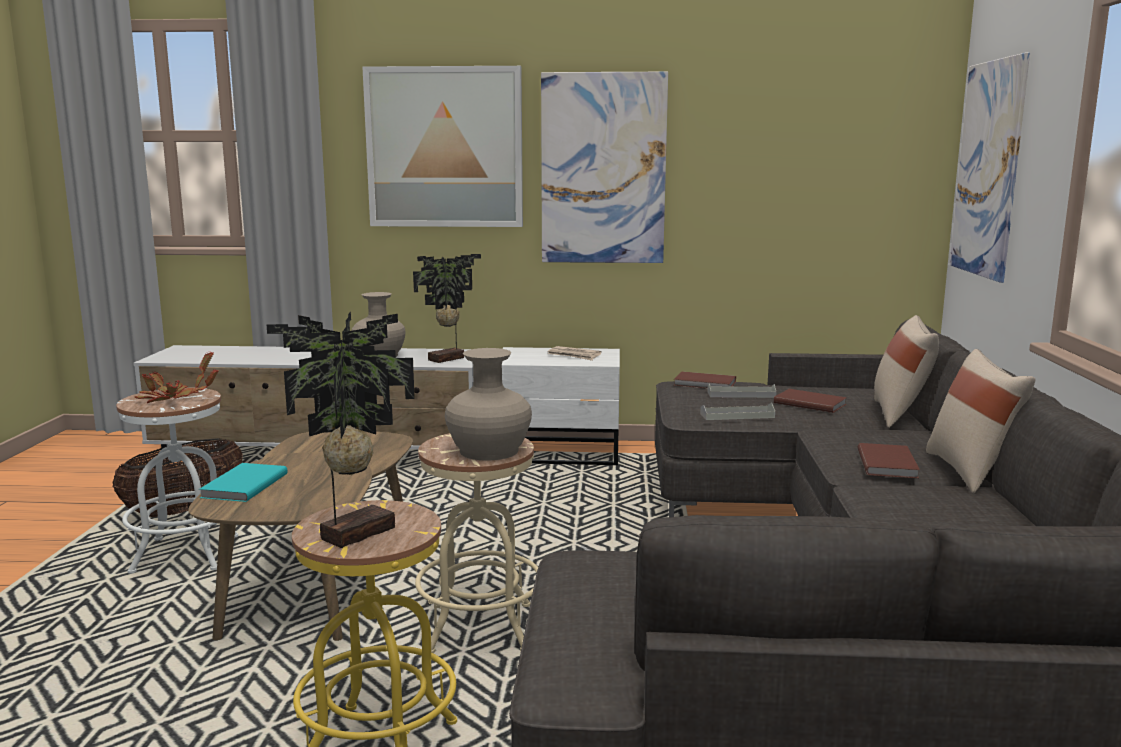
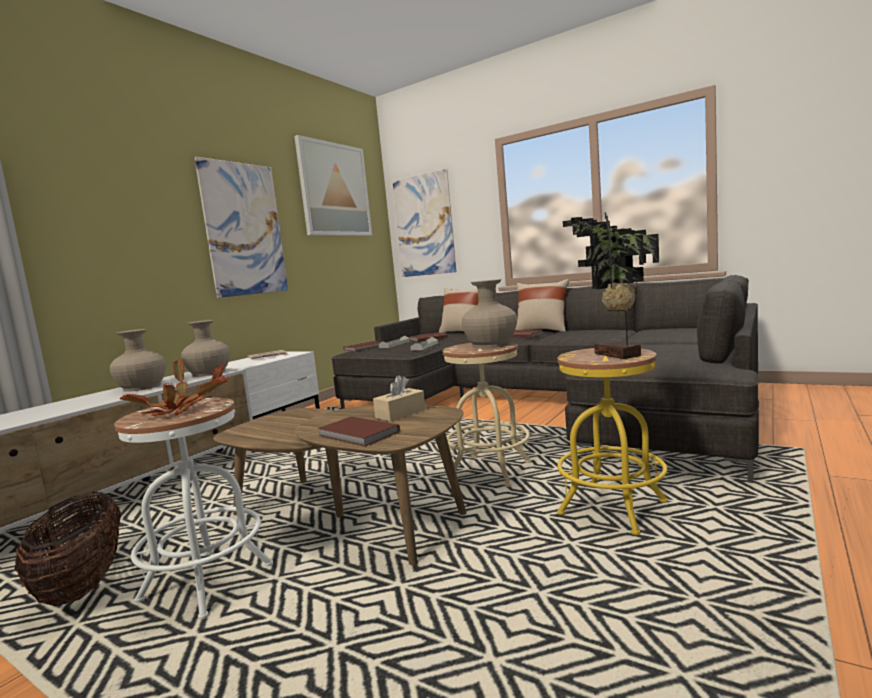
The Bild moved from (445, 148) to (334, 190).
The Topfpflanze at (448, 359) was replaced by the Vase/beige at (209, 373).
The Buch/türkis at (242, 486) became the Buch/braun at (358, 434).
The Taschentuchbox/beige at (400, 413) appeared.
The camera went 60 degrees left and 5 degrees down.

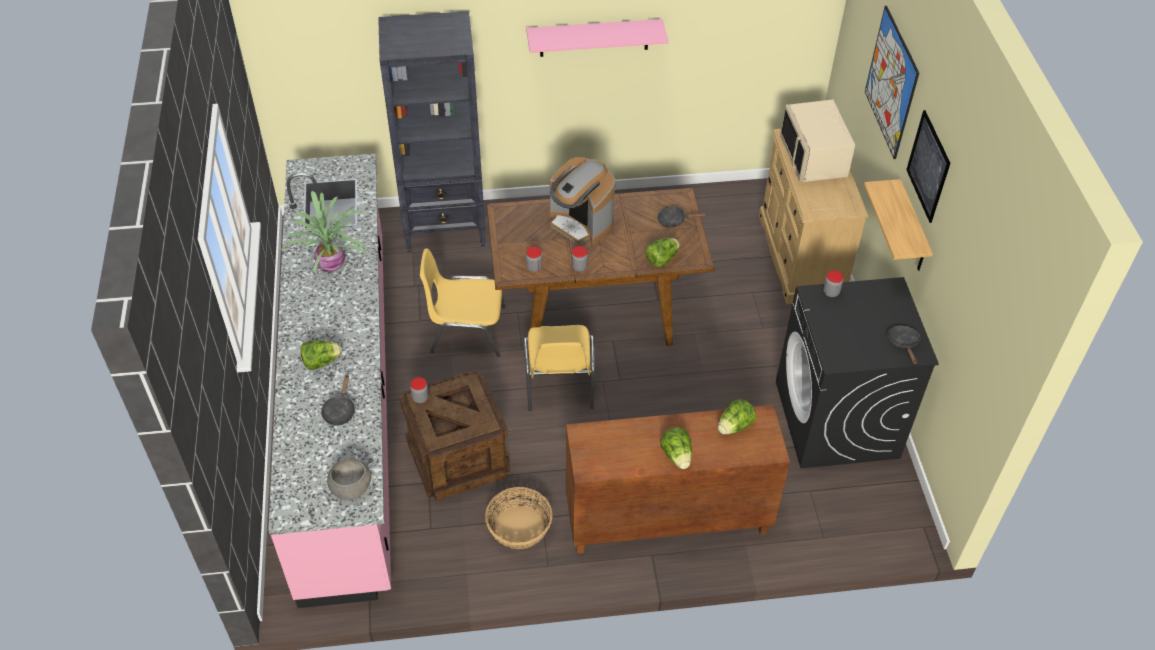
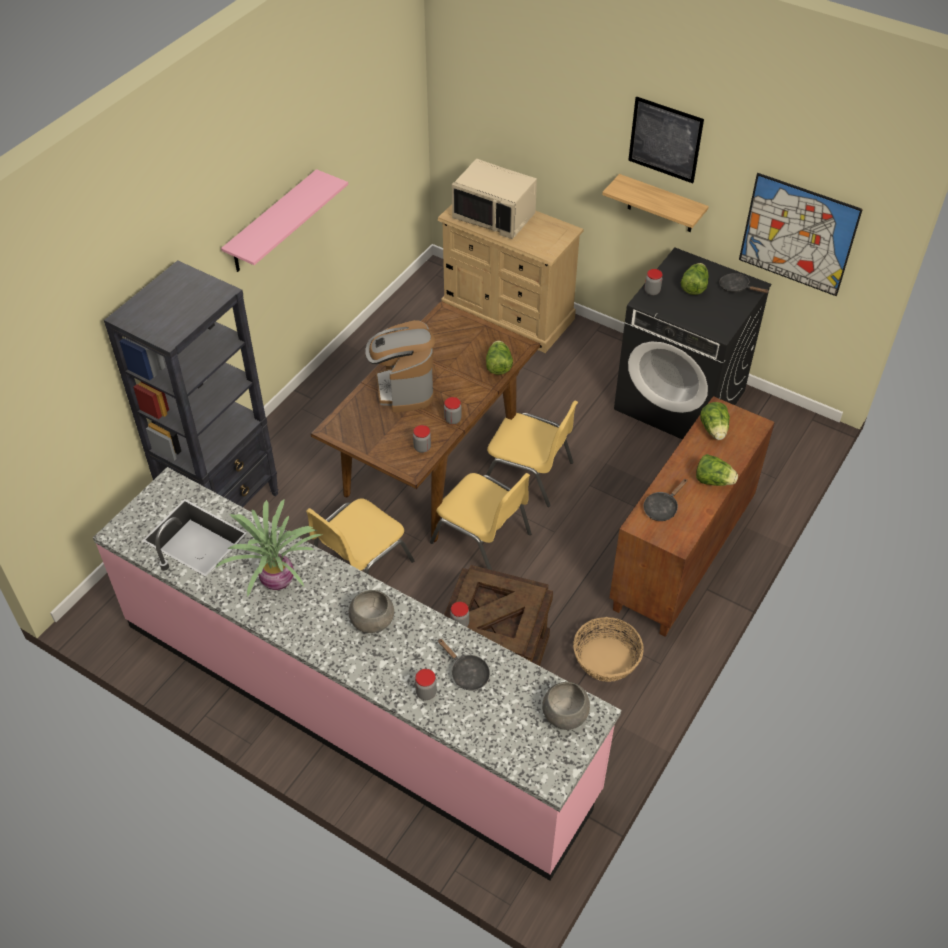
The Bild moved from (891, 82) to (798, 235).
The Kaffeemaschine at (580, 223) turned 90 degrees clockwise.
The Pfanne/schwarz moved from (674, 220) to (662, 508).
The Salatkopf moved from (321, 362) to (694, 287).
The Stuhl/gelb at (529, 474) appeared.
The Schüssel/grau at (373, 620) appeared.
The Vorratsglas at (426, 693) appeared.
The camera went 50 degrees left and 0 degrees up.

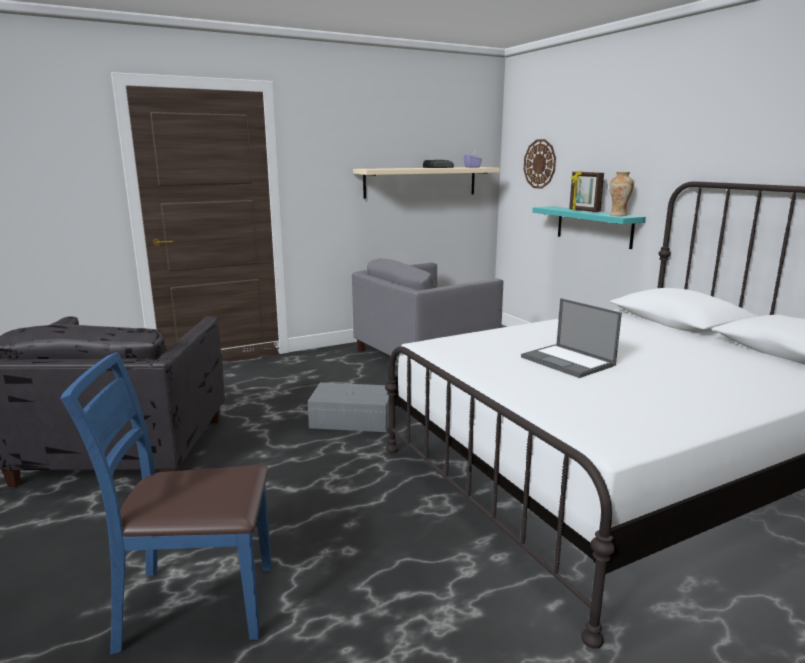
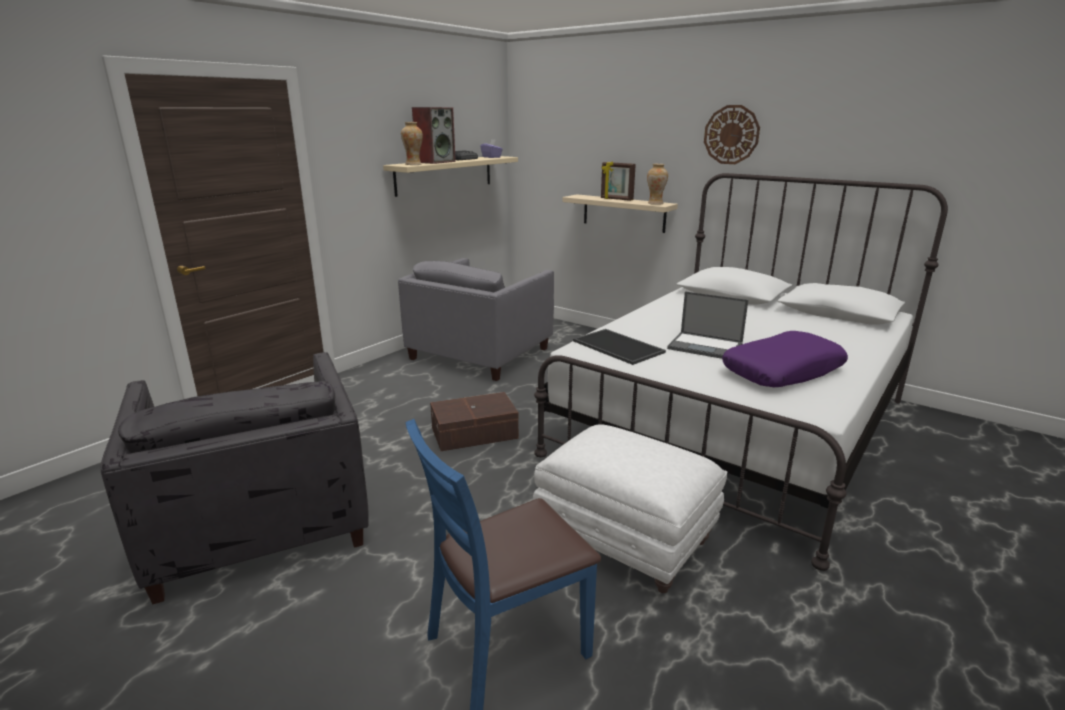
The Wanduhr moved from (540, 164) to (731, 135).
The Wandregal/türkis at (594, 226) became the Wandregal/beige at (623, 213).
The Aufbewahrungsbox/grau at (352, 420) became the Aufbewahrungsbox/braun at (475, 433).
The Lautsprecher at (435, 162) appeared.
The Vase at (413, 164) appeared.
The Tablett at (619, 346) appeared.
The Kissen/lila at (782, 371) appeared.
The Polsterhocker/weiß at (626, 540) appeared.
The camera went 25 degrees left and 5 degrees up.

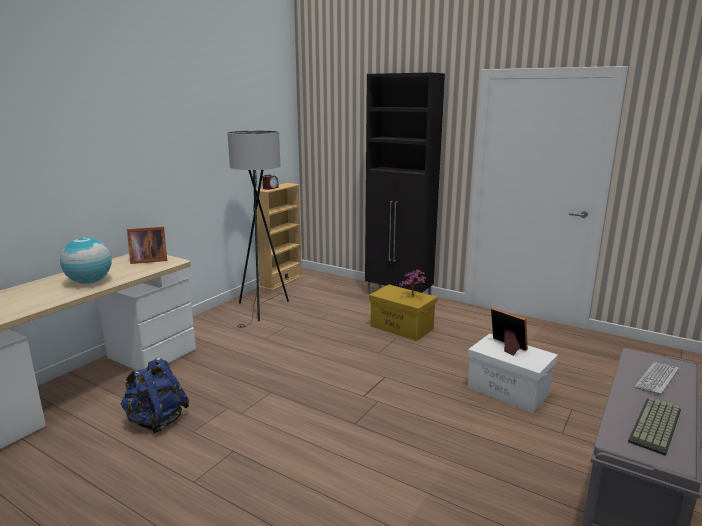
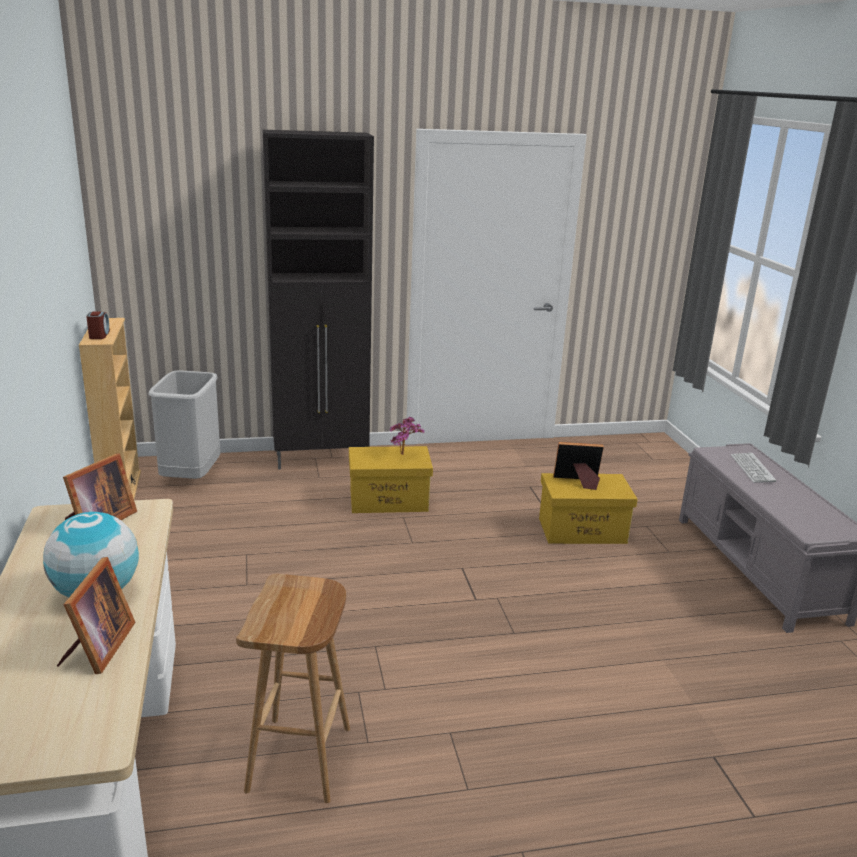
The Stehlampe/grau at (262, 310) disappeared.
The Aufbewahrungsbox/weiß at (509, 390) became the Aufbewahrungsbox/gelb at (583, 530).
The Rucksack/blau at (156, 421) was replaced by the Hocker/braun at (300, 760).
The Tastatur at (657, 426) disappeared.
The Mülleimer/grau at (190, 477) appeared.
The Bilderrahmen at (97, 649) appeared.
The camera went 45 degrees left and 5 degrees up.

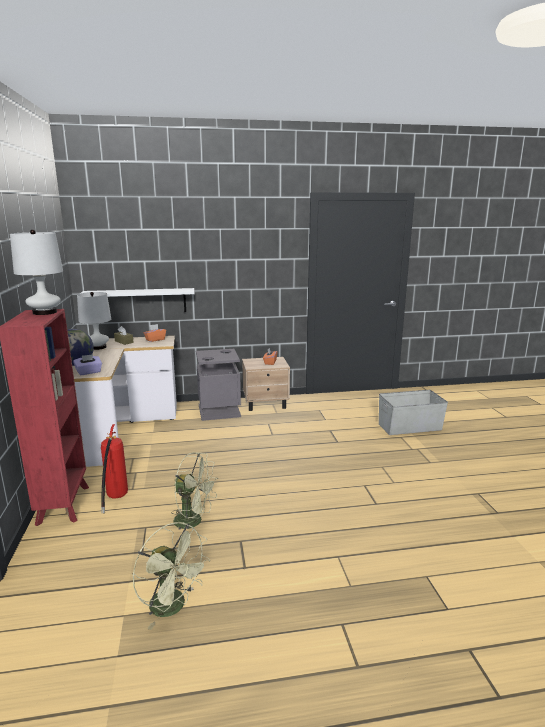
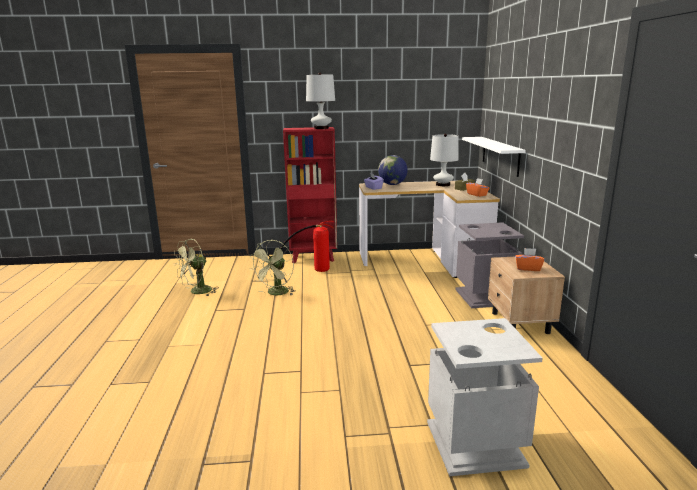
The Aufbewahrungsbox/grau at (410, 427) was replaced by the Mülleimer/grau at (474, 444).
The camera went 95 degrees right and 0 degrees up.

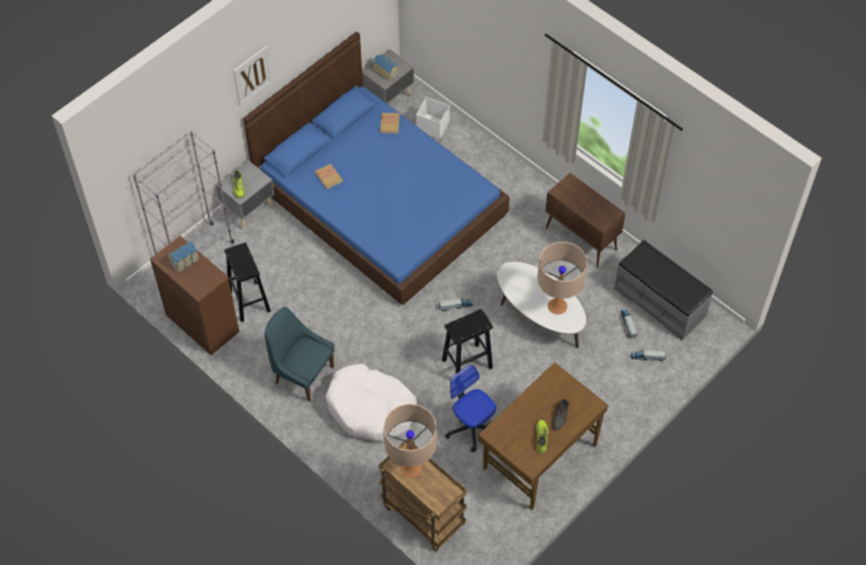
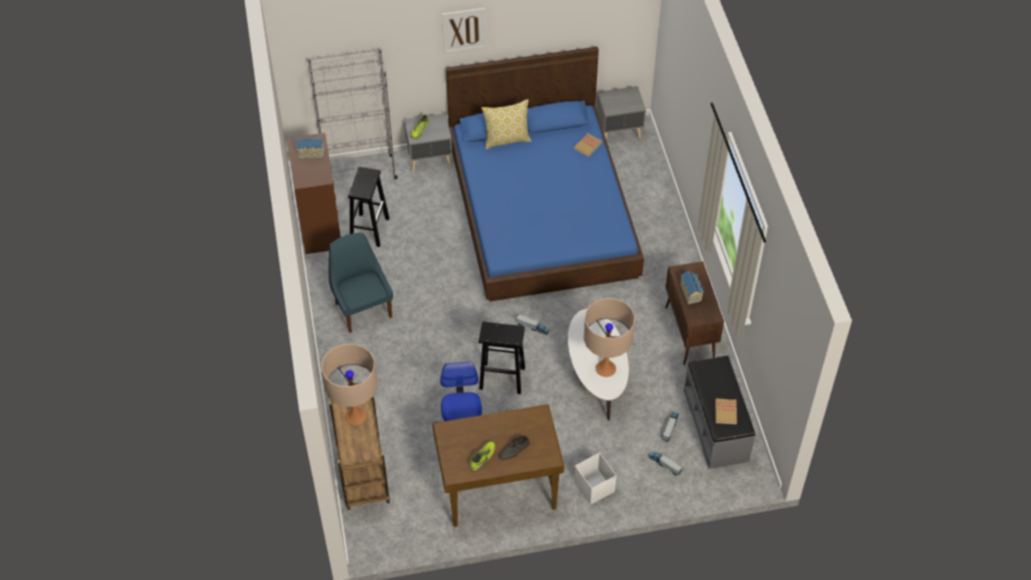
The Spielzeughaus moved from (386, 71) to (691, 292).
The Aufbewahrungsbox/weiß moved from (432, 126) to (594, 486).
The Buch moved from (328, 177) to (725, 412).
The Hundebett/weiß at (371, 408) disappeared.
The Kissen at (506, 139) appeared.
The camera went 35 degrees right and 5 degrees down.

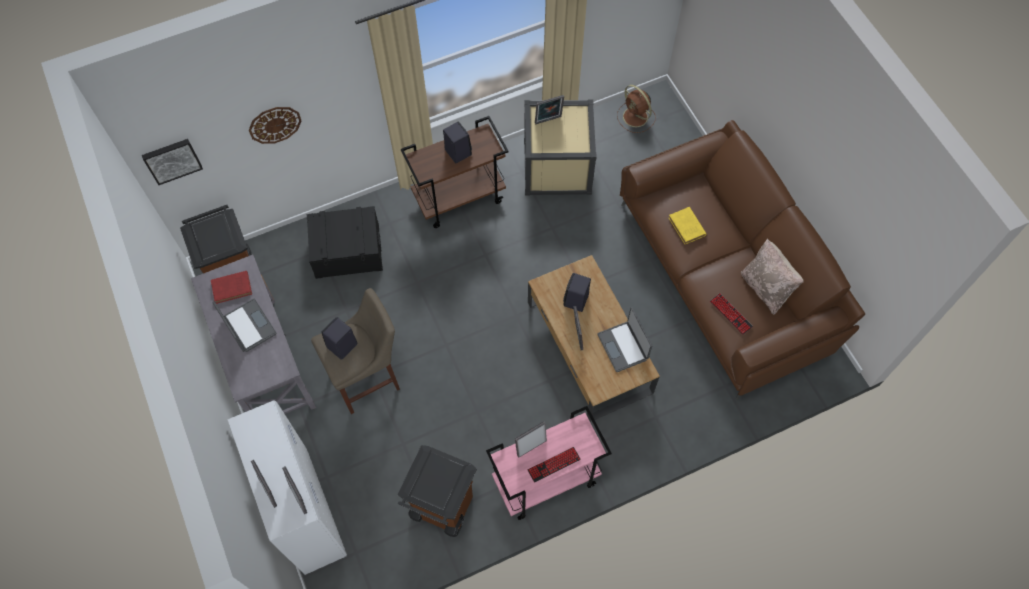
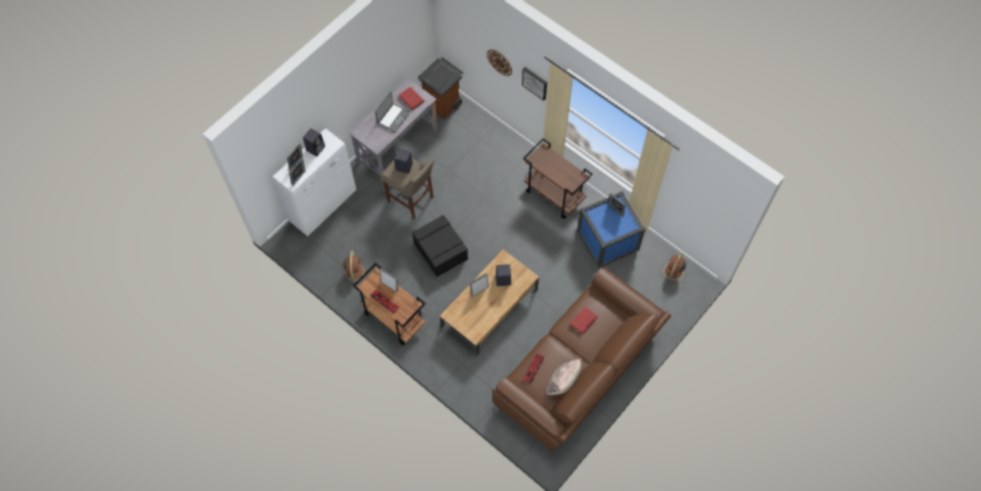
The Aufbewahrungsbox/beige at (557, 166) became the Aufbewahrungsbox/blau at (608, 240).
The Lautsprecher/schwarz moved from (457, 152) to (316, 148).
The Bild moved from (172, 160) to (535, 82).
The Aufbewahrungsbox/schwarz moved from (347, 250) to (440, 251).
The Buch/gelb at (687, 227) became the Buch/rot at (583, 321).
The Laptop at (623, 346) disappeared.
The Rollwagen/rosa at (545, 481) became the Rollwagen/braun at (393, 318).
The Mülleimer/braun at (441, 507) was replaced by the Ventilator/braun at (354, 271).
The camera went 65 degrees right and 0 degrees up.

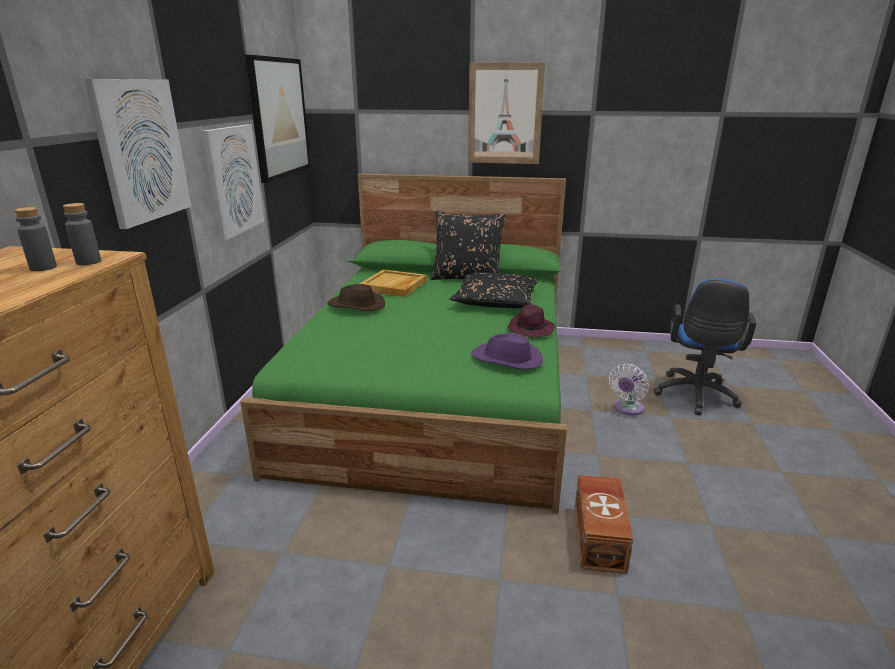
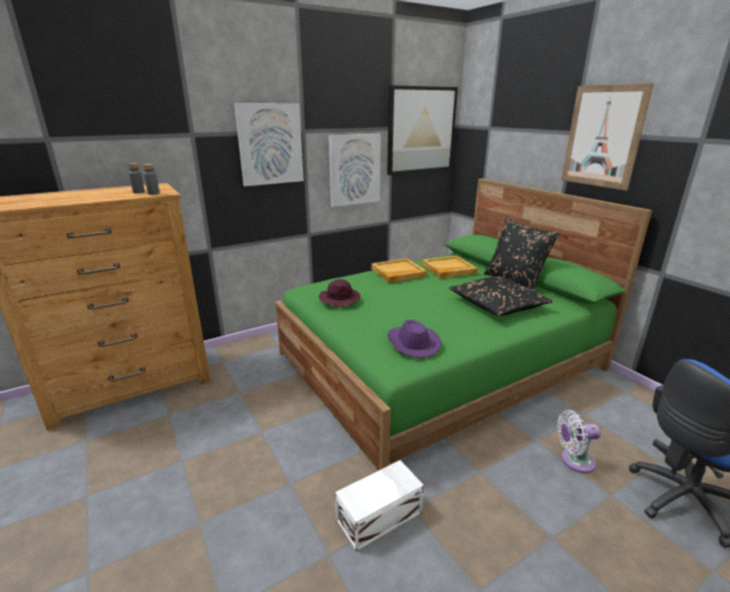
The Hut/braun at (356, 305) was replaced by the Tablett/beige at (398, 272).
The Hut/lila moved from (530, 329) to (340, 299).
The Aufbewahrungsbox/braun at (600, 537) became the Aufbewahrungsbox/weiß at (381, 517).
The camera went 50 degrees right and 0 degrees up.

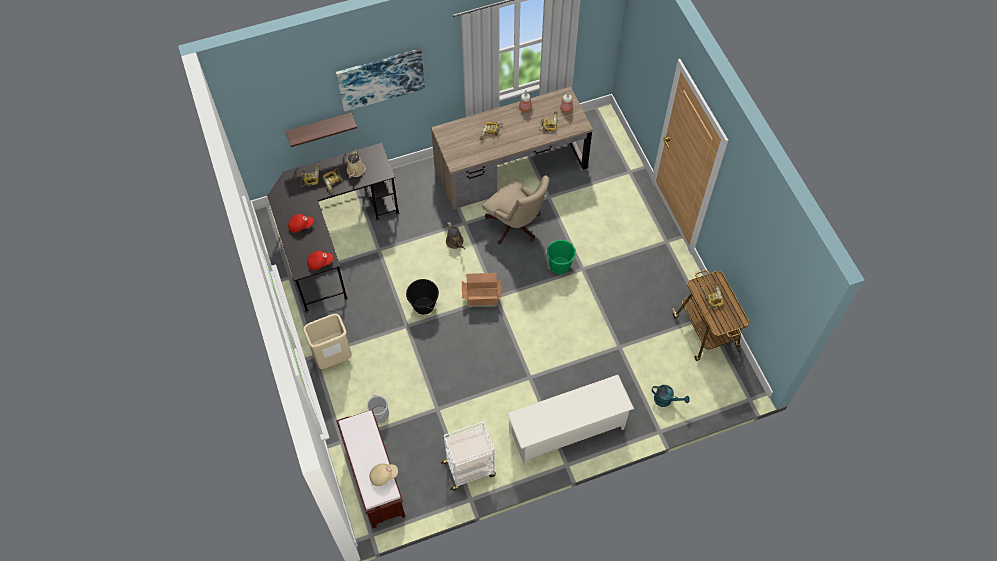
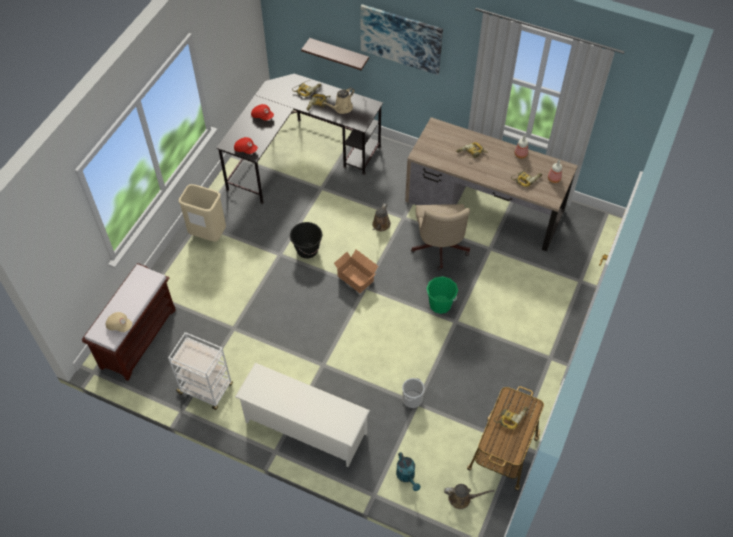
The Eimer moved from (379, 414) to (412, 399).
The Gießkanne/braun at (462, 498) appeared.
The camera went 45 degrees right and 5 degrees down.

